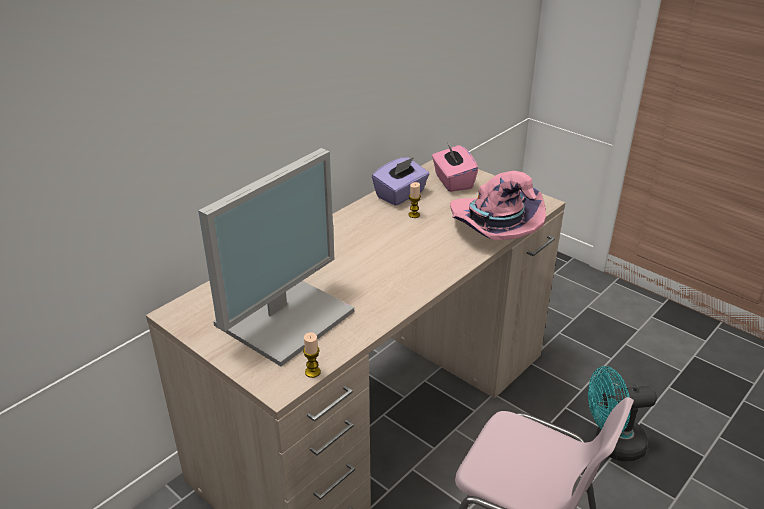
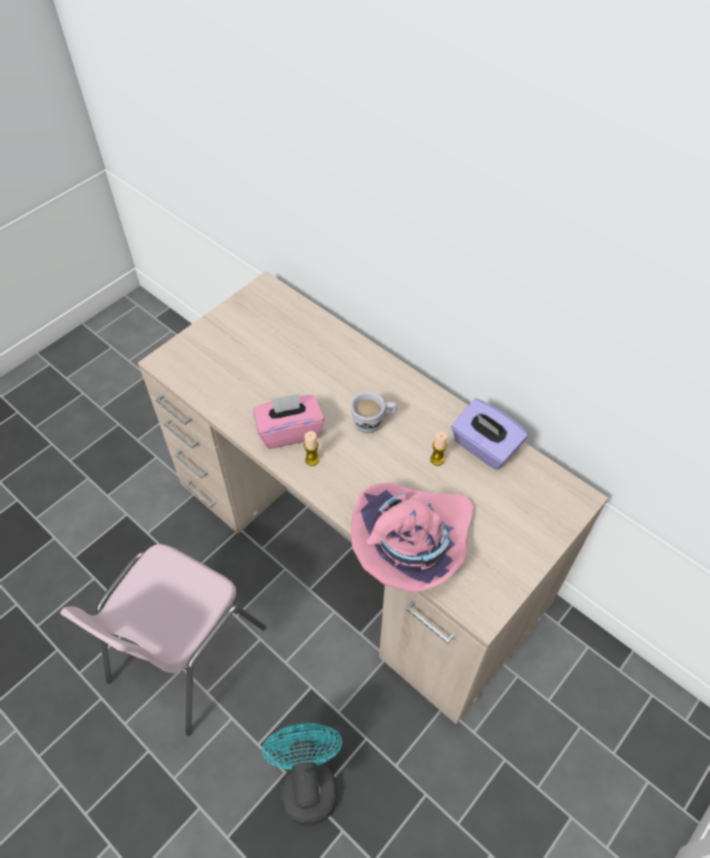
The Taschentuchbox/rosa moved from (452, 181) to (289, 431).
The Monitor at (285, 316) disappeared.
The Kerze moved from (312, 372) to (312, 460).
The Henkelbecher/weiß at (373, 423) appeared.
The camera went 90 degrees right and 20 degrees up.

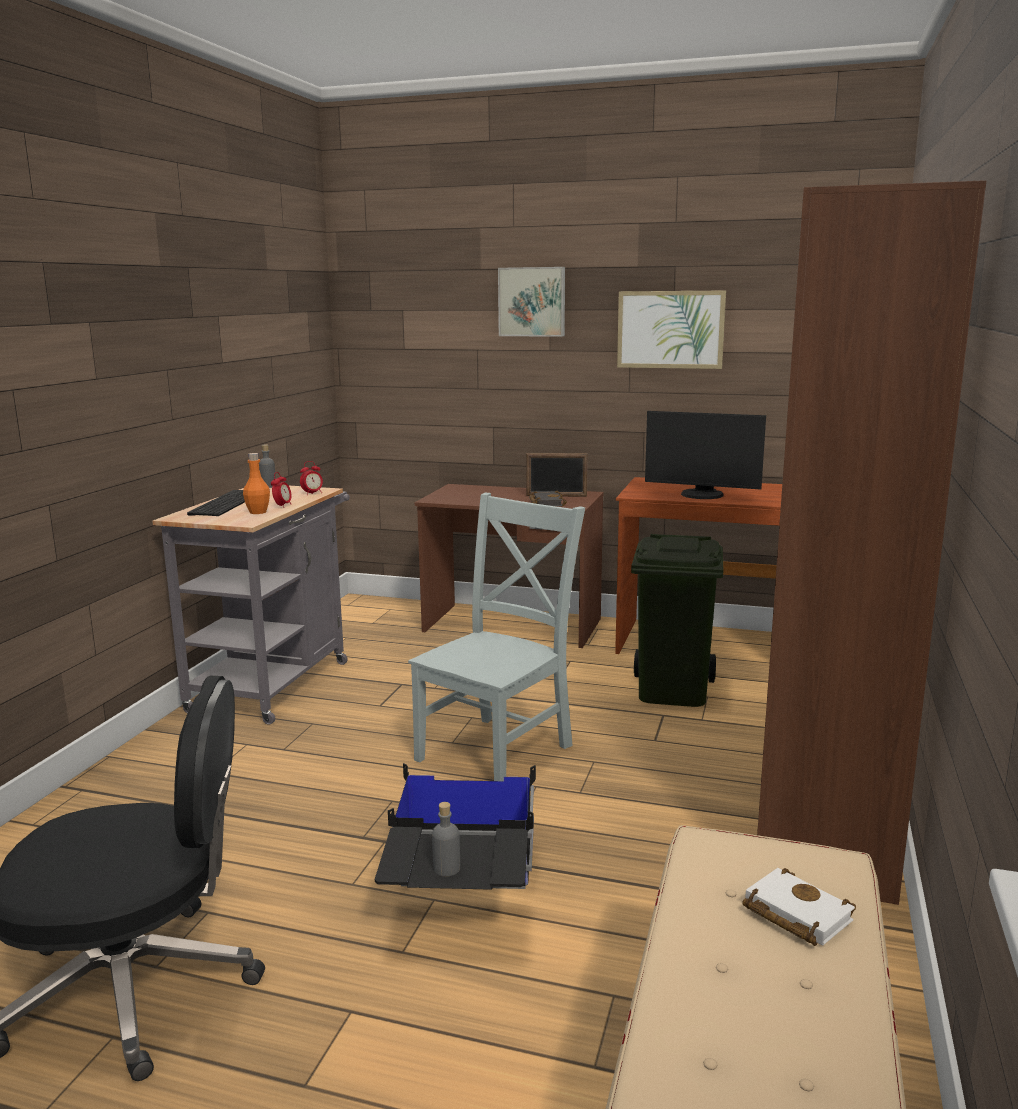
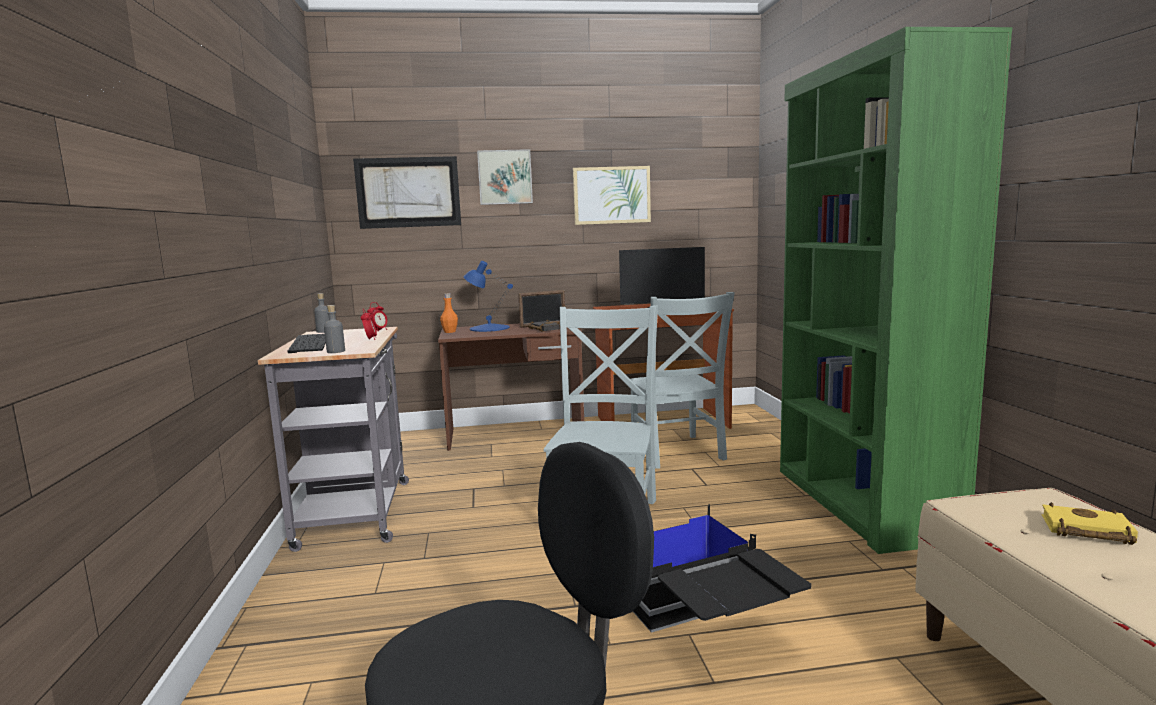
The Bücherregal/braun at (822, 813) became the Bücherregal/grün at (861, 503).
The Flasche/orange moved from (258, 512) to (450, 332).
The Mülleimer/grün at (671, 690) was replaced by the Stuhl/grau at (677, 453).
The Flasche/grau moved from (446, 868) to (336, 351).
The Buch/weiß at (793, 914) became the Buch/gelb at (1084, 531).
The Bild at (408, 192) appeared.
The Tischlampe/blau at (489, 328) appeared.
The camera went 25 degrees left and 5 degrees down.

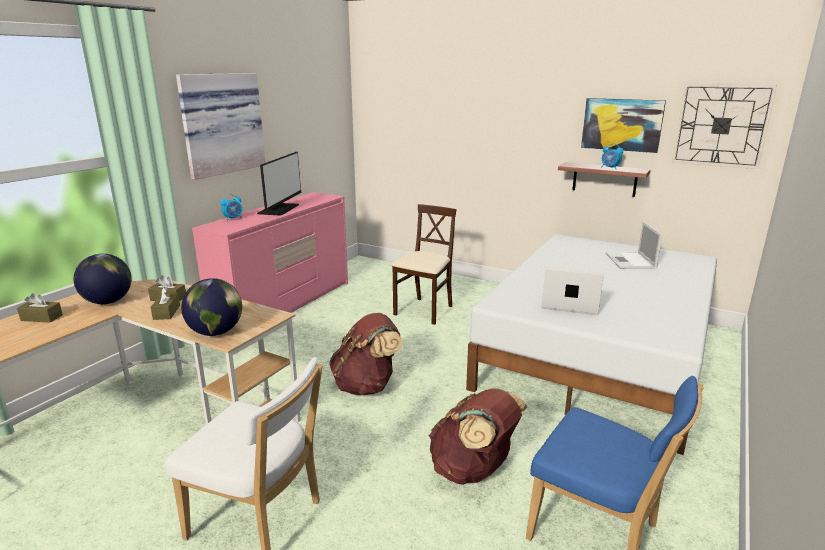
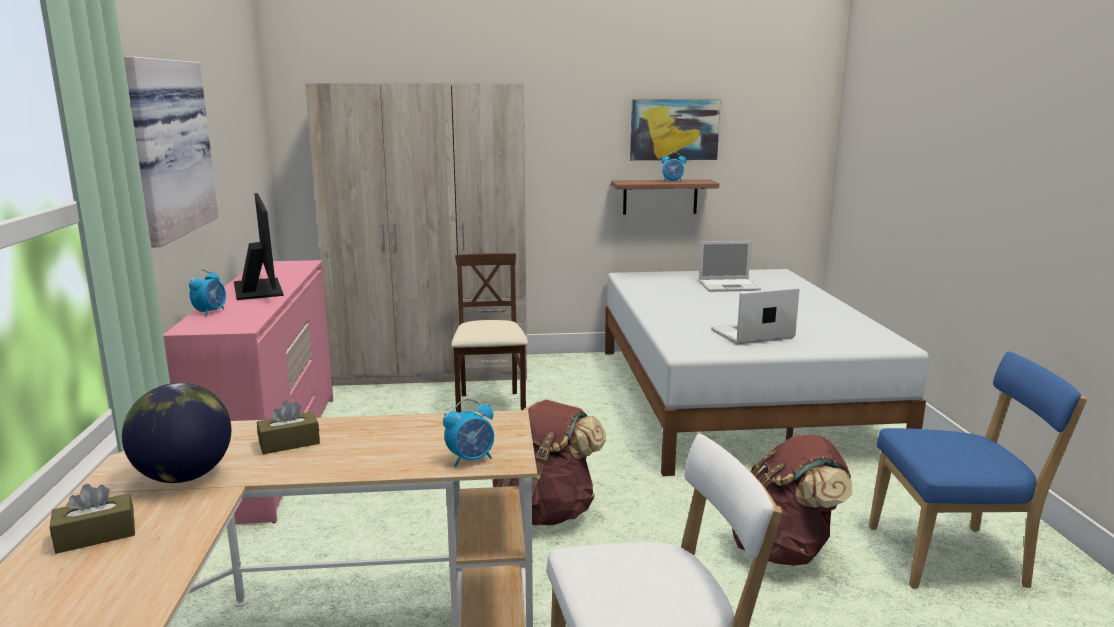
The Wanduhr at (721, 125) disappeared.
The Laptop at (630, 261) turned 60 degrees counterclockwise.
The Globus at (216, 332) was replaced by the Wecker at (471, 459).
The Taschentuchbox/braun at (166, 312) disappeared.
The Kleiderschrank/beige at (432, 370) appeared.
The camera went 35 degrees left and 5 degrees down.

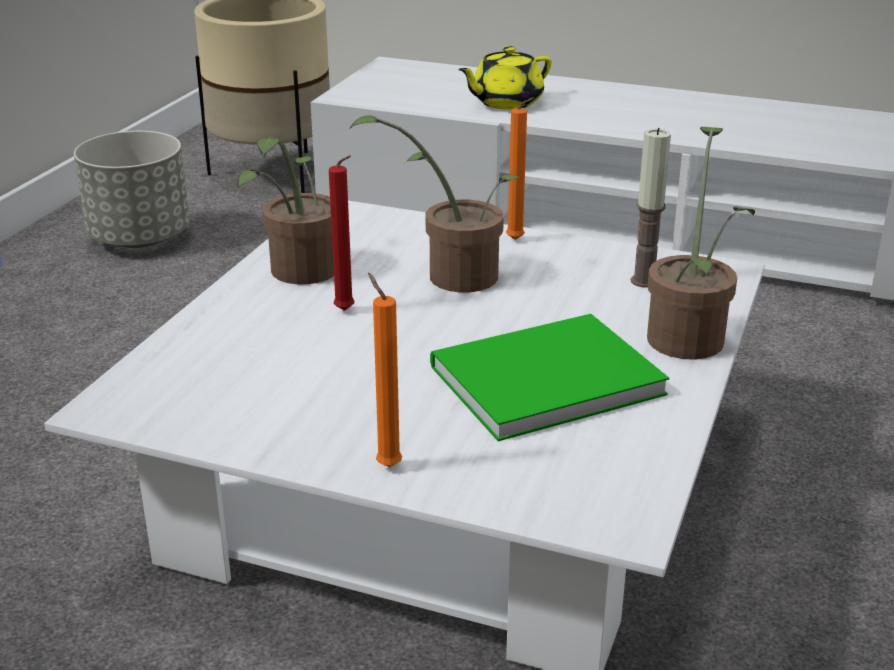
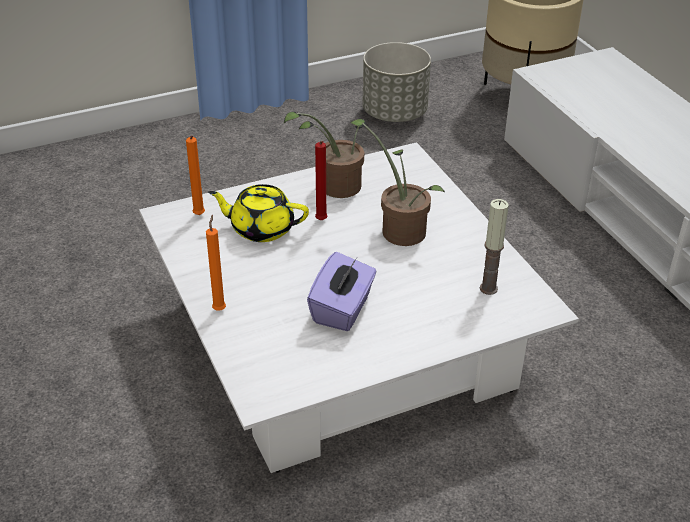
The Teekanne/gelb moved from (505, 102) to (261, 228).
The Kerze/orange moved from (517, 240) to (199, 216).
The Topfpflanze at (689, 334) disappeared.
The Buch/grün at (538, 379) was replaced by the Taschentuchbox/lila at (342, 309).
The camera went 45 degrees right and 10 degrees up.

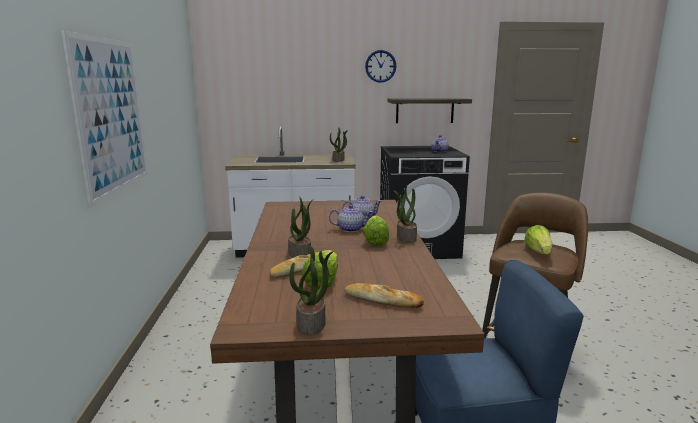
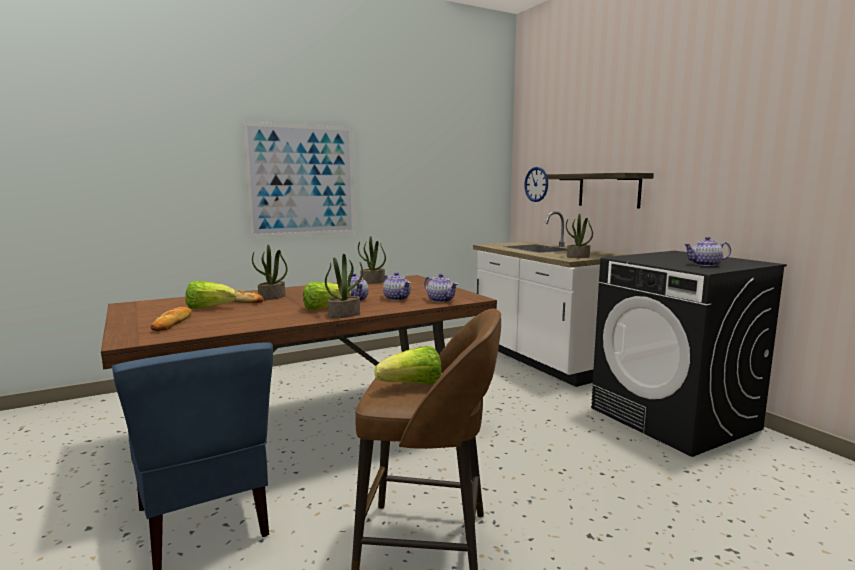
The Wanduhr moved from (380, 66) to (536, 184).
The Wandregal moved from (424, 110) to (609, 190).
The Topfpflanze moved from (312, 323) to (372, 282).
The Teekanne at (441, 300) appeared.
The camera went 65 degrees right and 5 degrees down.

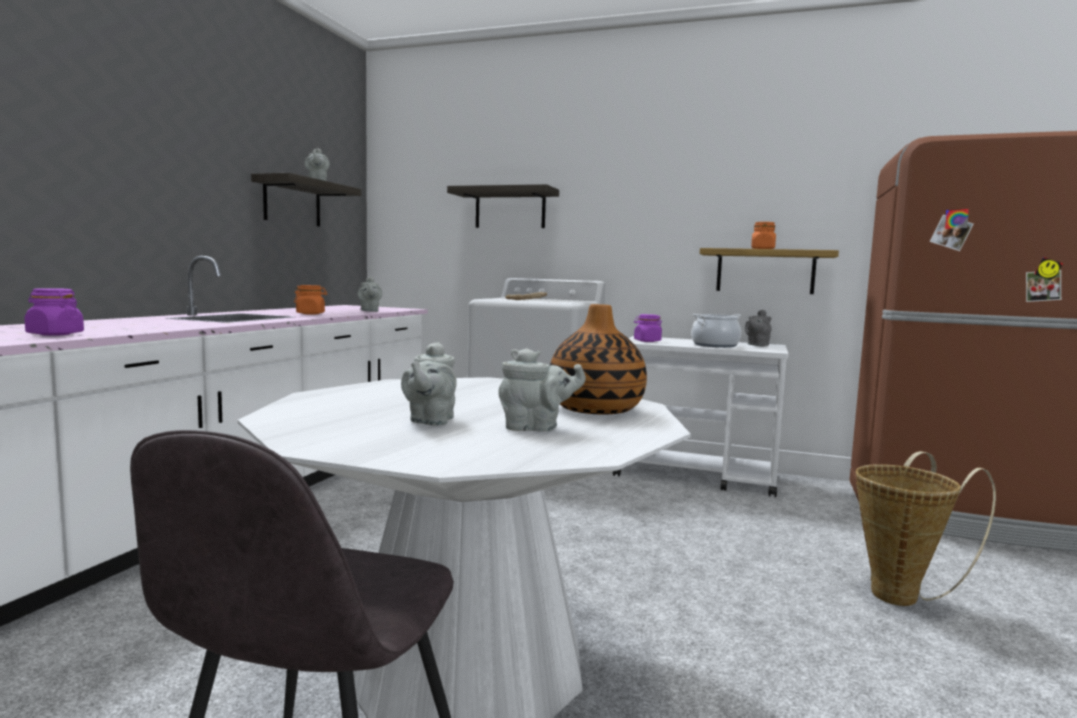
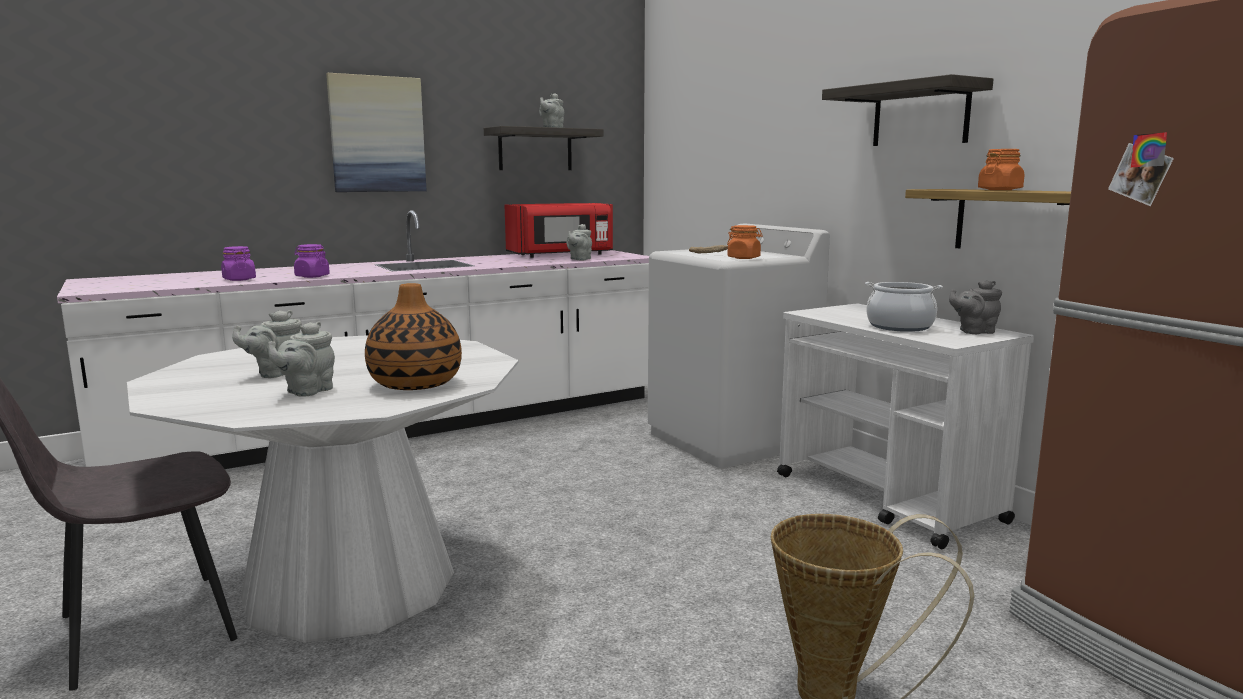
The Wandregal moved from (510, 209) to (920, 115).
The Vorratsglas/orange moved from (311, 313) to (744, 258).
The Vorratsglas/lila moved from (647, 341) to (312, 276).
The Teekanne/grau at (536, 428) turned 75 degrees clockwise.
The Bild at (377, 134) appeared.
The Mikrowelle/rot at (561, 255) appeared.
The camera went 40 degrees right and 5 degrees up.

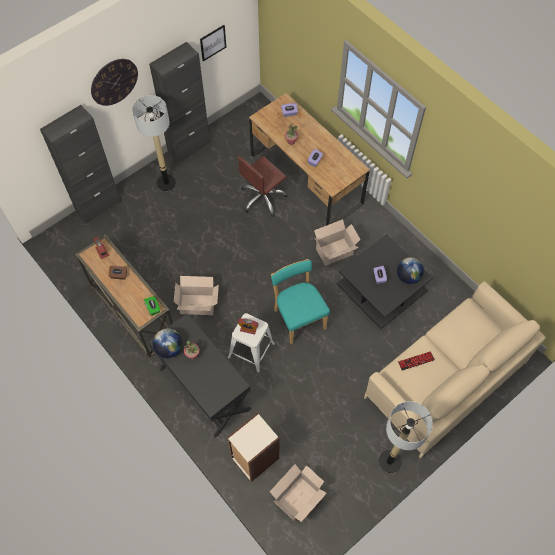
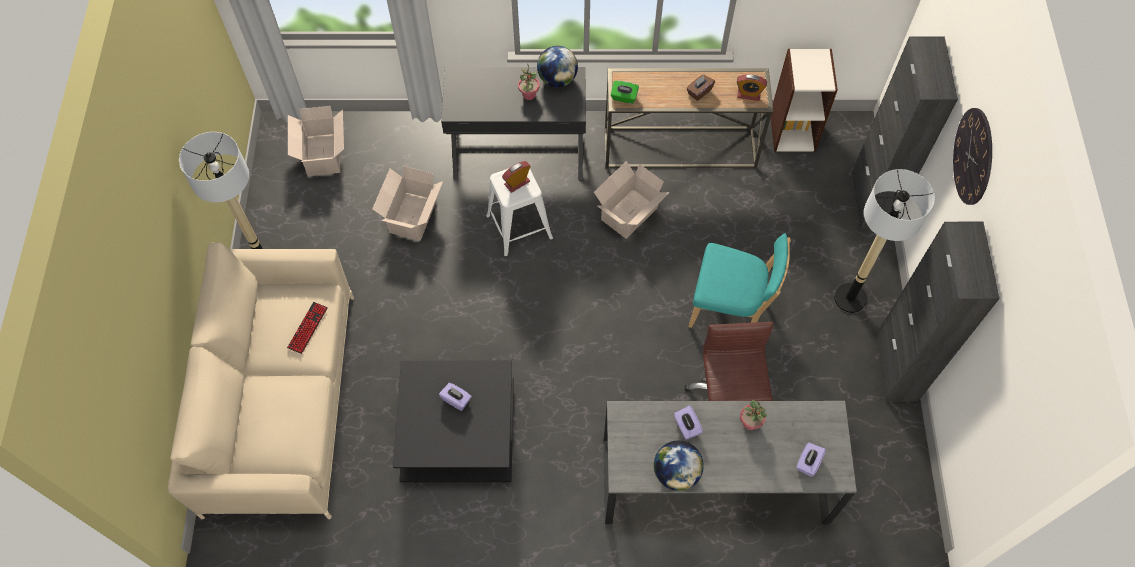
The Bild at (213, 42) disappeared.
The Schreibtisch/braun at (306, 179) became the Schreibtisch/grau at (714, 481).
The Karton moved from (335, 251) to (412, 217).
The Globus moved from (408, 276) to (676, 473).
The Stuhl/türkis moved from (298, 317) to (729, 309).
The Bücherregal moved from (254, 458) to (792, 131).
The camera went 130 degrees right and 0 degrees up.

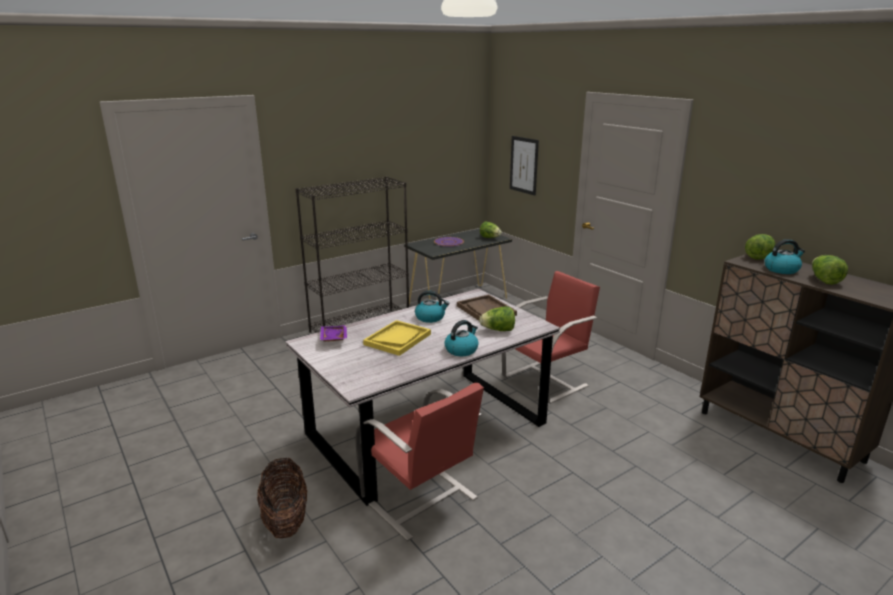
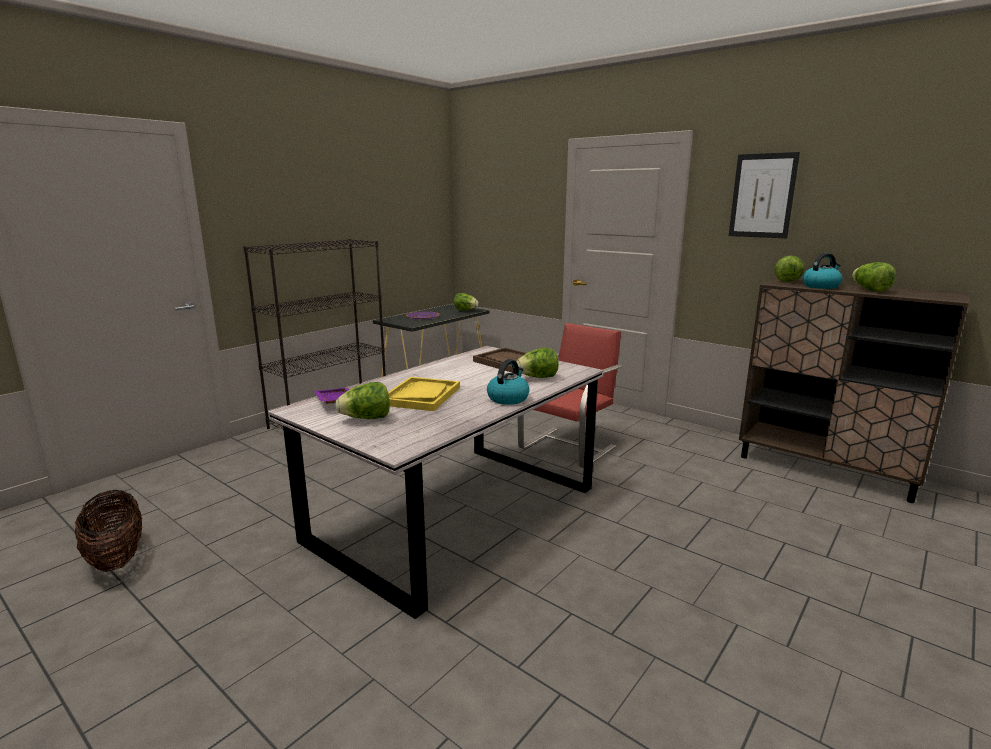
The Bild moved from (524, 165) to (762, 196).
The Wasserkessel at (430, 317) disappeared.
The Stuhl/rot at (420, 499) disappeared.
The Korb moved from (285, 519) to (117, 557).
The Salatkopf at (366, 419) appeared.
The camera went 15 degrees left and 5 degrees down.

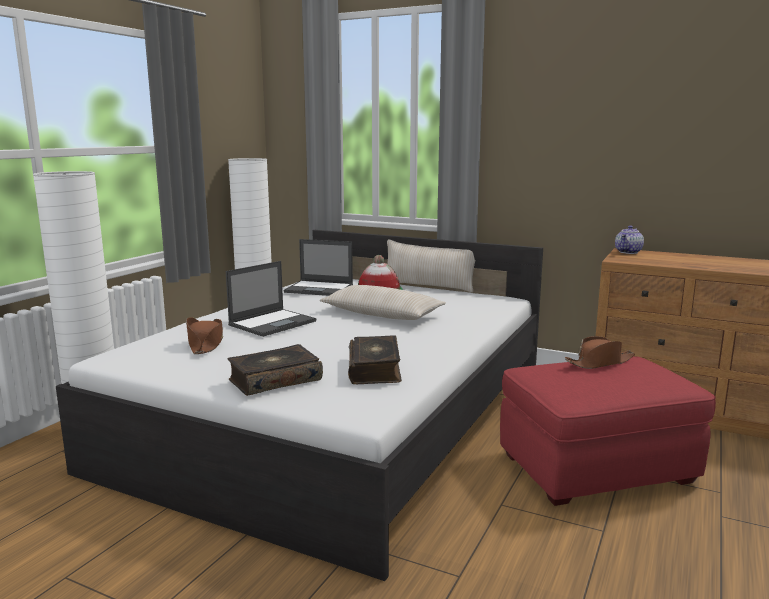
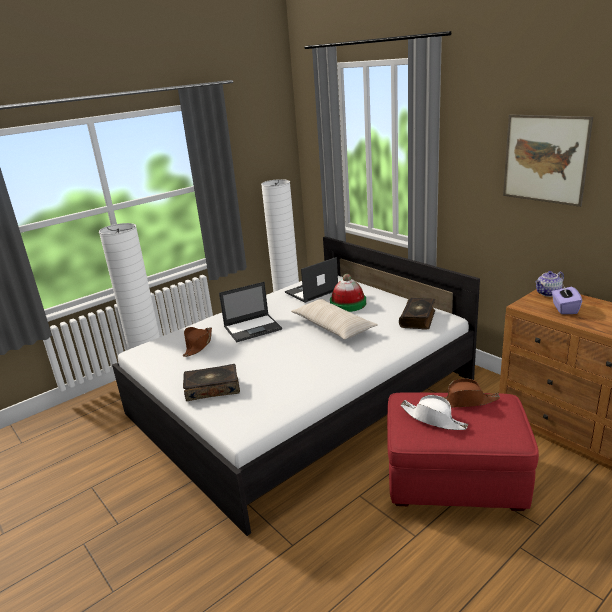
The Laptop at (320, 289) turned 105 degrees clockwise.
The Kissen/beige at (428, 286) disappeared.
The Buch moved from (375, 369) to (418, 319).
The Bild at (545, 159) appeared.
The Taschentuchbox/lila at (564, 309) appeared.
The Hut/weiß at (433, 419) appeared.
The camera went 25 degrees right and 10 degrees up.

